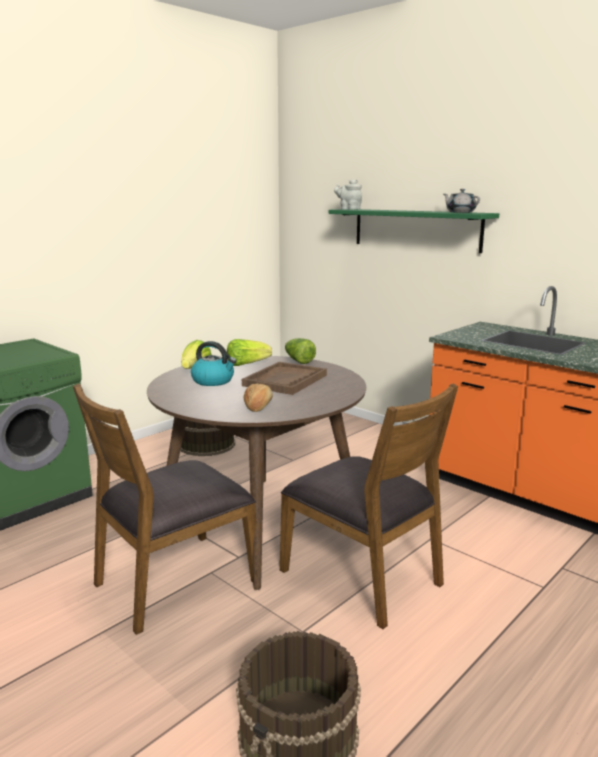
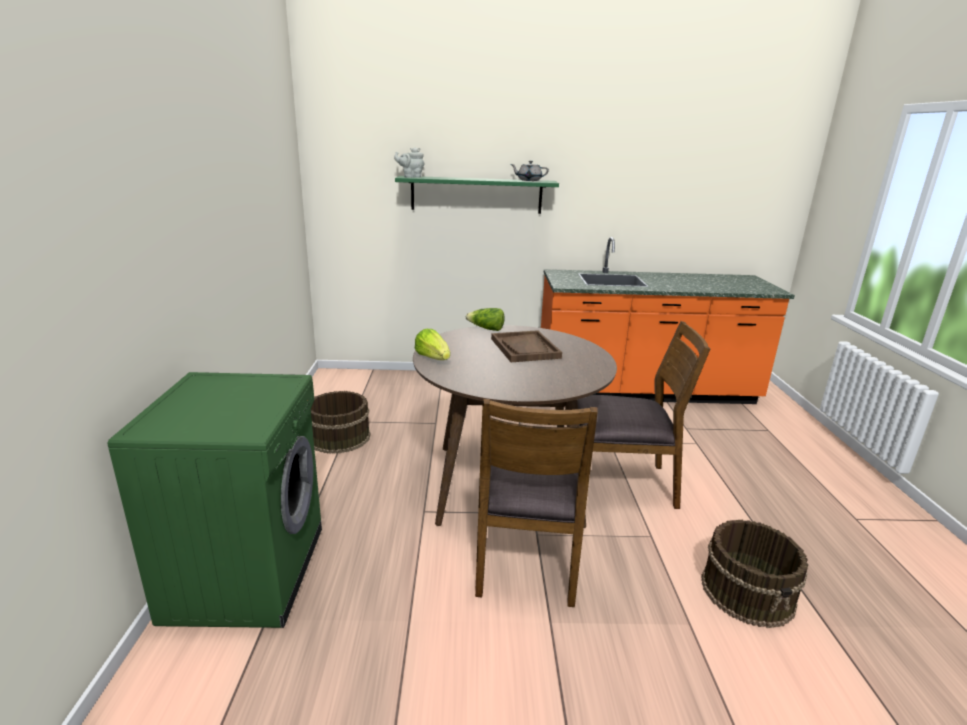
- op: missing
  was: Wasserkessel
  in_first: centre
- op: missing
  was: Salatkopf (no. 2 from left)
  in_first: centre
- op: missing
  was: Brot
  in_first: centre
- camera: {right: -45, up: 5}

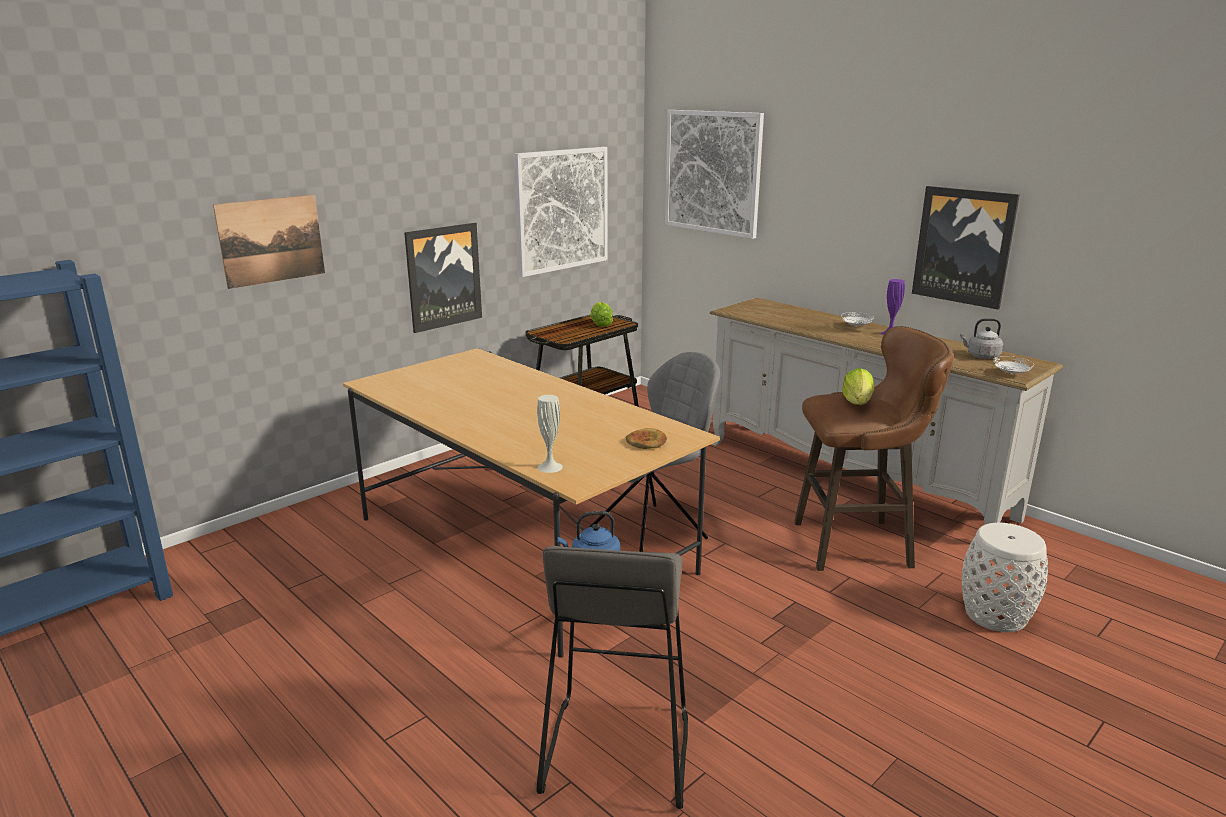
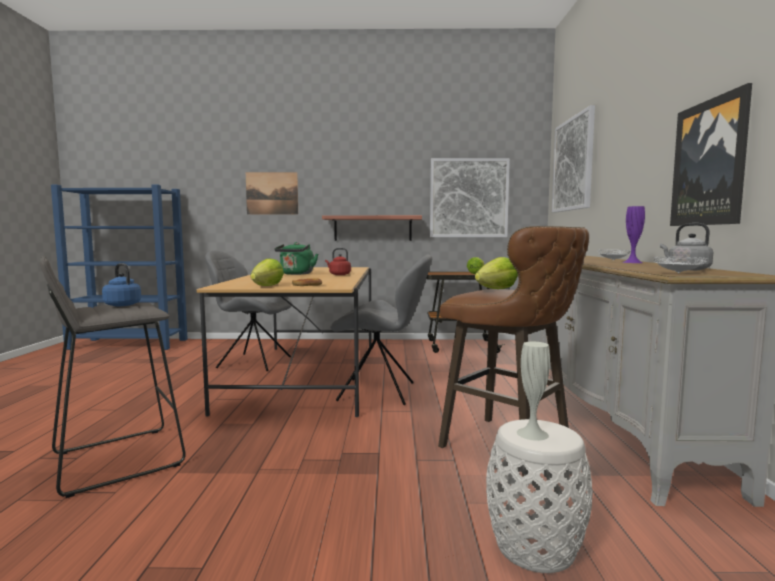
- op: appeared
  now: Stuhl [grau] (no. 1 from left)
  in_second: middle left
- op: appeared
  now: Salatkopf (no. 1 from left)
  in_second: centre
- op: appeared
  now: Wasserkessel [grün]
  in_second: centre
- op: exchanged
  was: Bild (no. 2 from left)
  now: Wandregal
  in_first: centre
  in_second: centre
- op: appeared
  now: Wasserkessel [rot]
  in_second: centre
- op: relocated
  was: Vase [weiß]
  in_first: centre
  in_second: bottom right
- camera: {right: 45, up: -15}

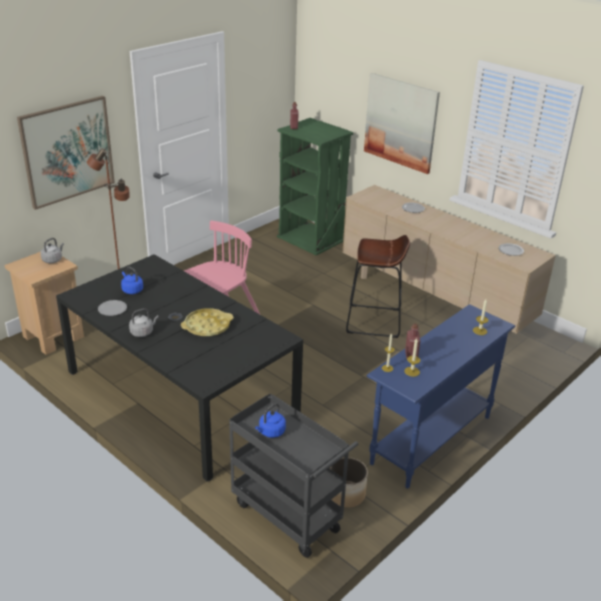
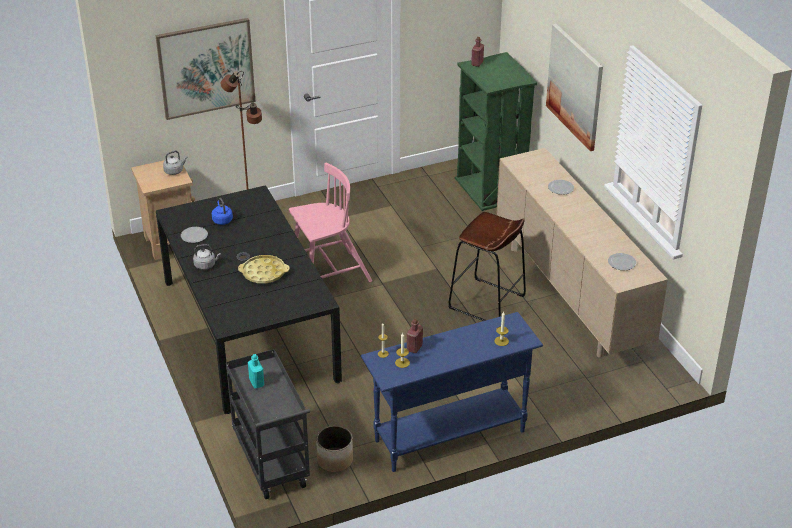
- op: exchanged
  was: Wasserkessel [blau] (no. 2 from left)
  now: Flasche [türkis]
  in_first: bottom centre
  in_second: bottom left
- camera: {right: 25, up: 5}

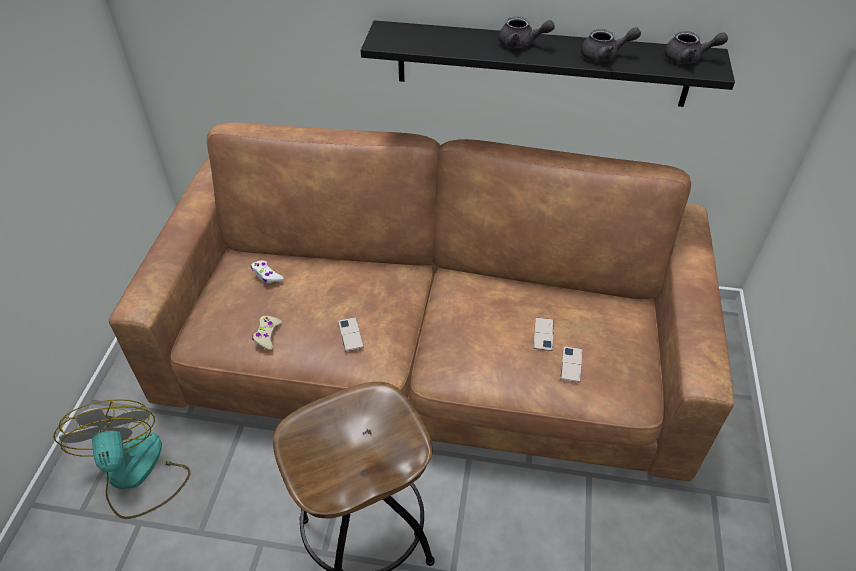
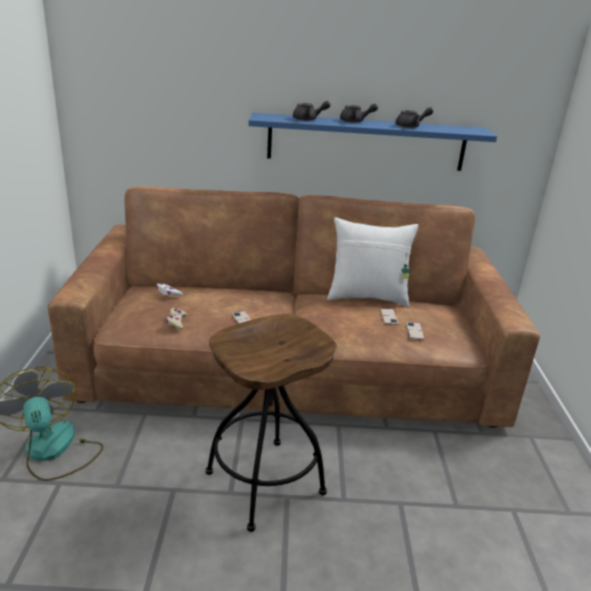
- op: colour
  was: Wandregal [schwarz]
  now: Wandregal [blau]
  in_first: top centre
  in_second: top centre
- op: relocated
  was: Teekanne [grau] (no. 3 from left in the first image)
  now: Teekanne [grau] (no. 1 from left)
  in_first: top right
  in_second: top centre
- op: appeared
  now: Kissen [weiß]
  in_second: centre
- camera: {right: -10, up: -20}

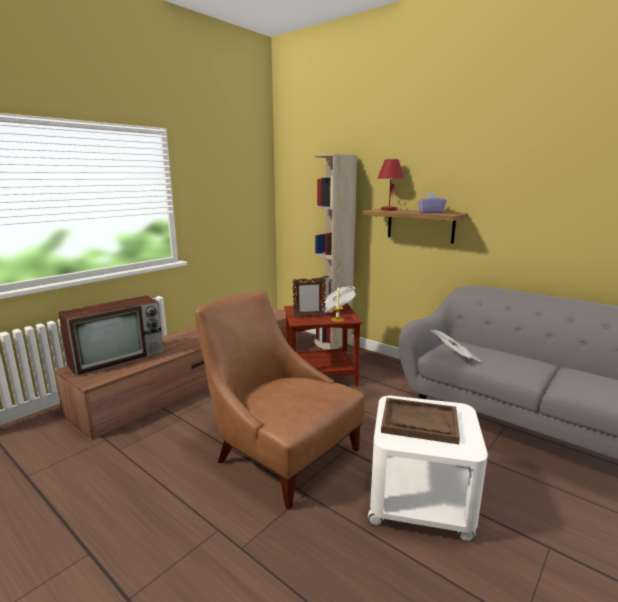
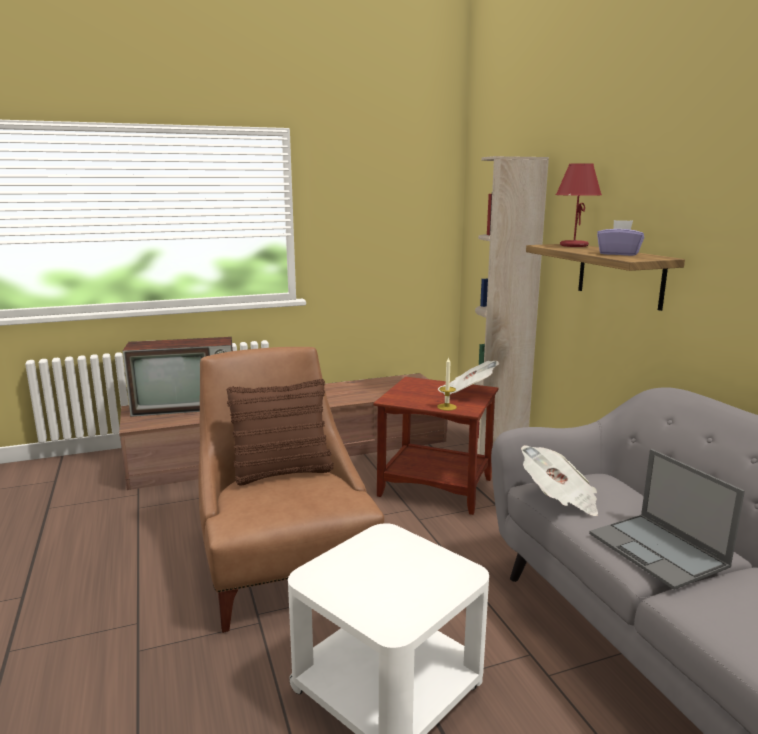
- op: appeared
  now: Kissen [braun]
  in_second: centre
- op: appeared
  now: Laptop
  in_second: bottom right
- op: missing
  was: Bilderrahmen
  in_first: centre
- op: missing
  was: Tablett [braun]
  in_first: bottom right
- camera: {right: 30, up: 0}

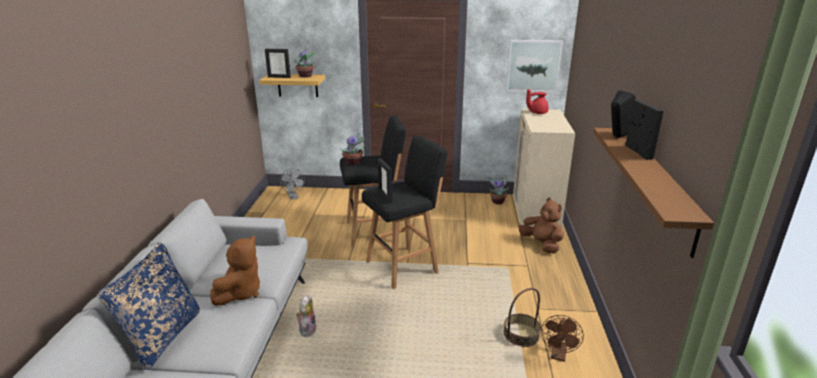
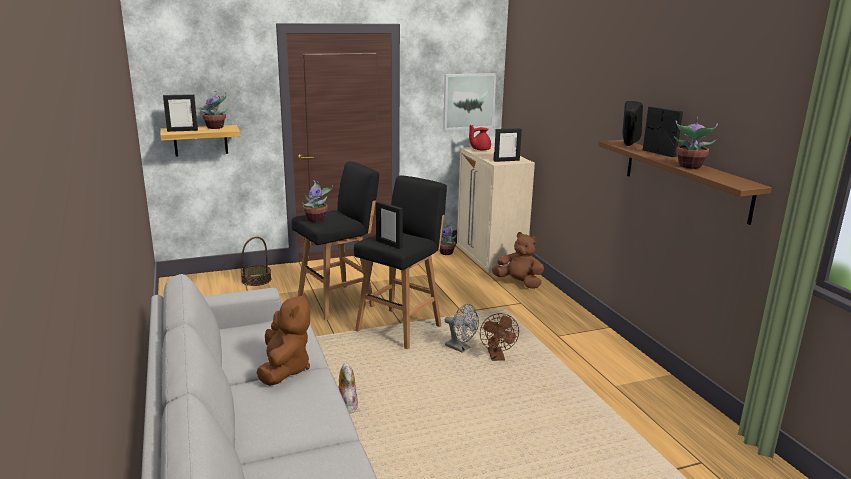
- op: relocated
  was: Korb
  in_first: bottom centre
  in_second: middle left
- op: relocated
  was: Ventilator [grau]
  in_first: centre
  in_second: bottom centre
- op: relocated
  was: Ventilator [braun]
  in_first: bottom right
  in_second: bottom centre
- op: appeared
  now: Bilderrahmen (no. 3 from left)
  in_second: top centre
- op: appeared
  now: Topfpflanze (no. 4 from left)
  in_second: top right
- op: missing
  was: Kissen [blau]
  in_first: bottom left
- camera: {right: -25, up: -5}

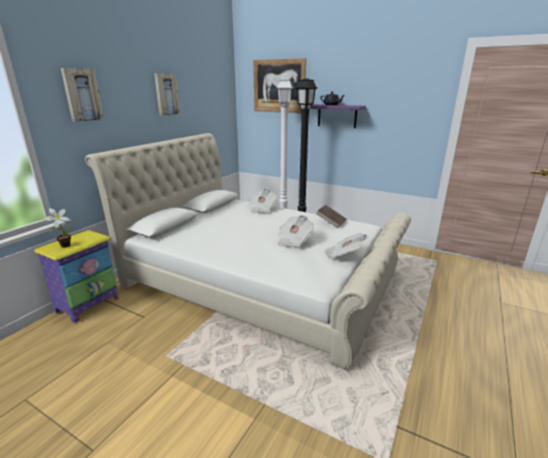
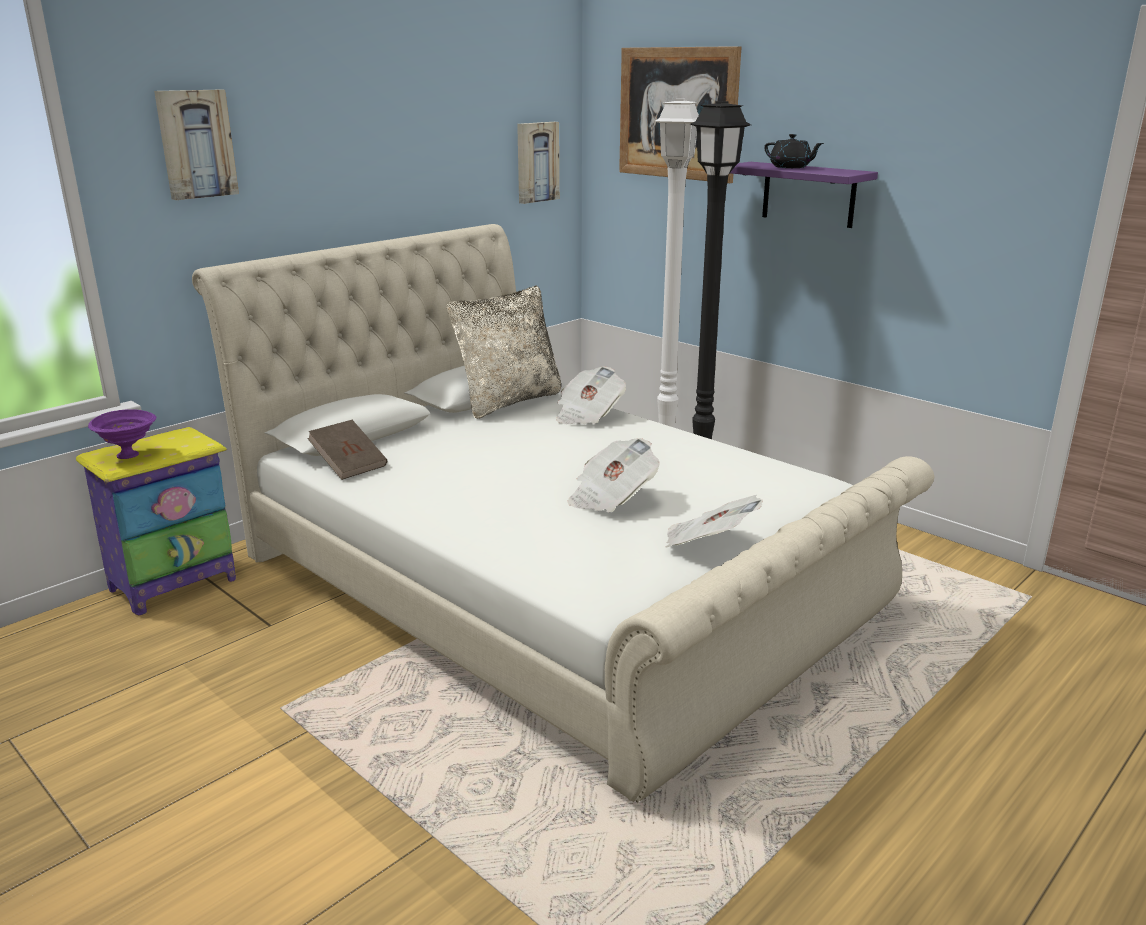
- op: exchanged
  was: Topfpflanze
  now: Schüssel [lila]
  in_first: middle left
  in_second: middle left
- op: relocated
  was: Buch [braun]
  in_first: centre
  in_second: middle left
- op: appeared
  now: Kissen [beige]
  in_second: centre
- op: relocated
  was: Bild (no. 2 from left)
  in_first: top left
  in_second: top centre
- camera: {right: 15, up: 0}

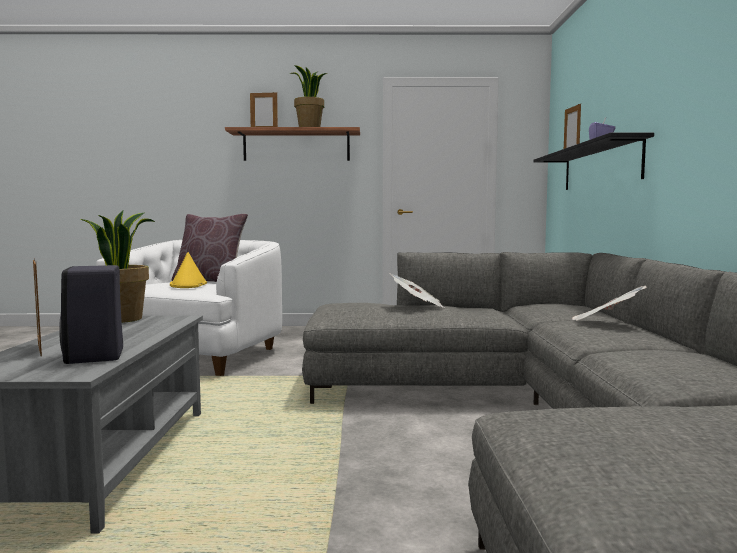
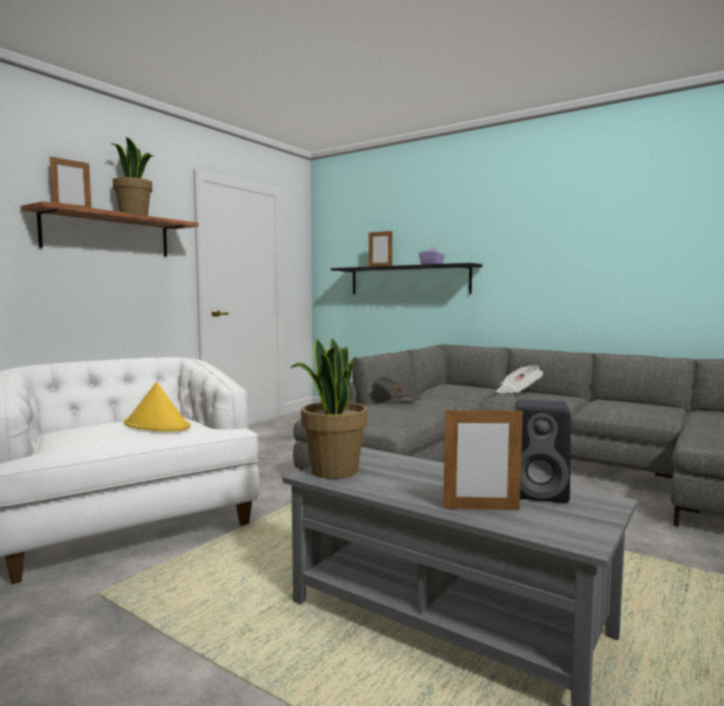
- op: missing
  was: Kissen [braun]
  in_first: middle left
- camera: {right: -55, up: 0}

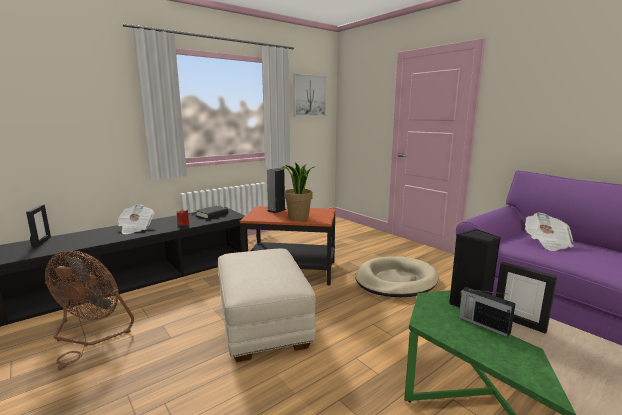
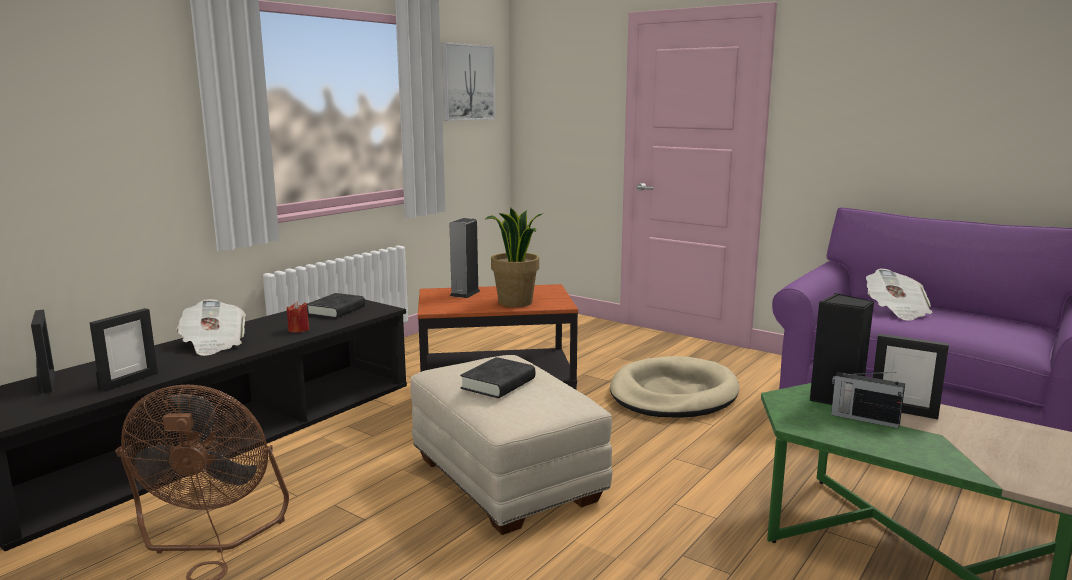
- op: appeared
  now: Bilderrahmen (no. 2 from left)
  in_second: middle left
- op: appeared
  now: Buch [schwarz] (no. 2 from left)
  in_second: centre
- camera: {right: -15, up: 0}

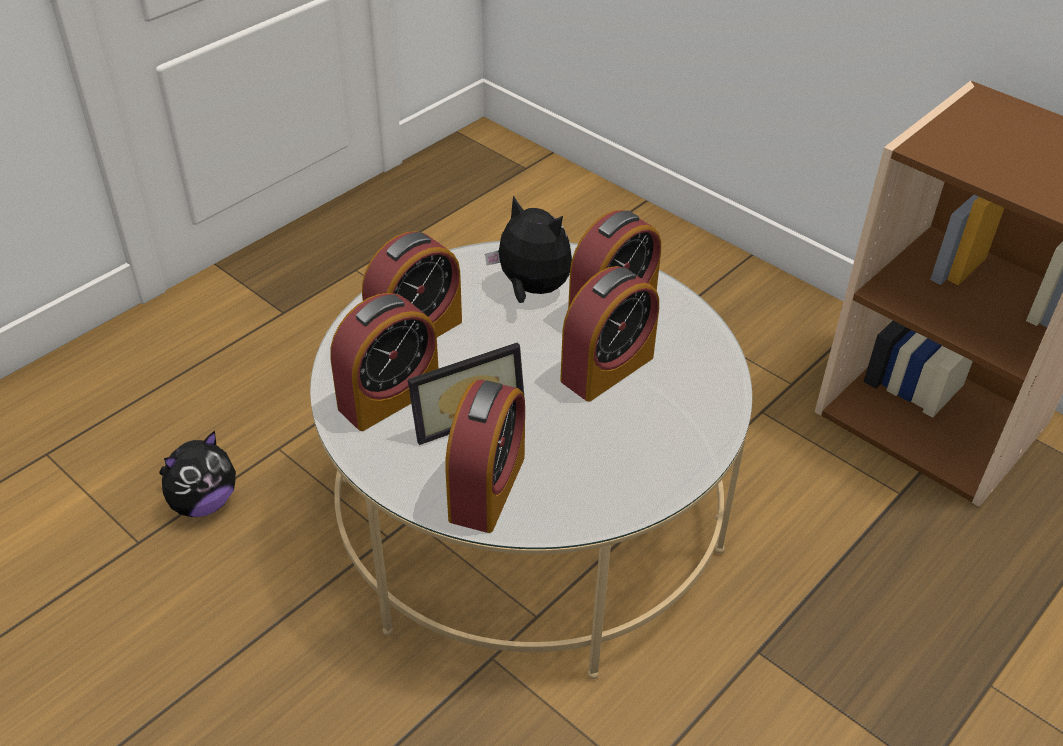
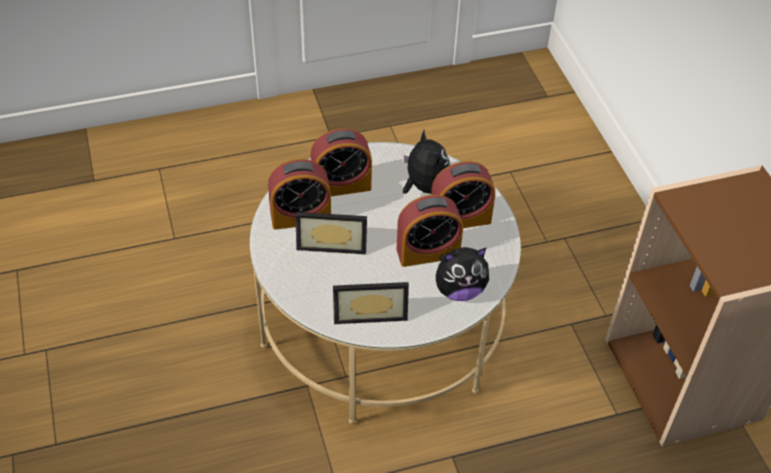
- op: appeared
  now: Bilderrahmen (no. 2 from left)
  in_second: centre
- op: relocated
  was: Plüschtier (no. 1 from left in the first image)
  now: Plüschtier (no. 2 from left)
  in_first: middle left
  in_second: centre
- op: missing
  was: Wecker (no. 3 from left)
  in_first: centre
- camera: {right: 30, up: 5}

